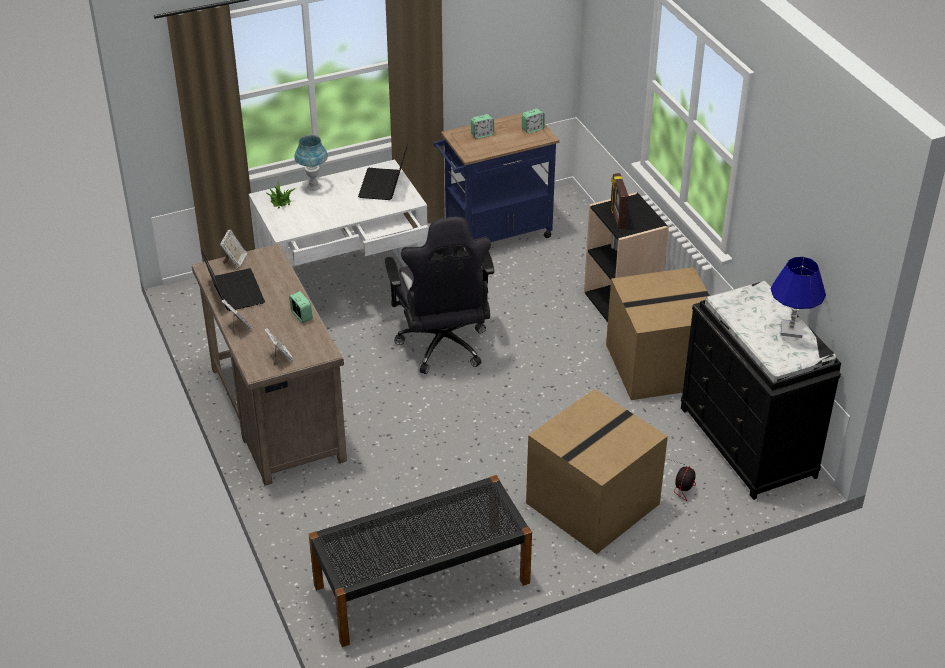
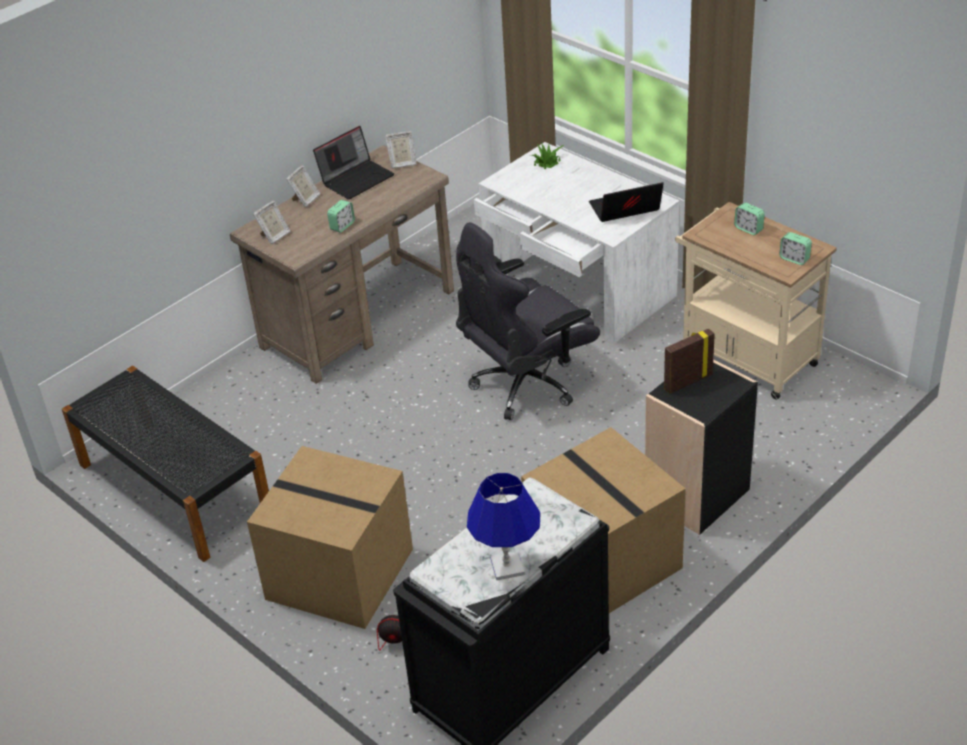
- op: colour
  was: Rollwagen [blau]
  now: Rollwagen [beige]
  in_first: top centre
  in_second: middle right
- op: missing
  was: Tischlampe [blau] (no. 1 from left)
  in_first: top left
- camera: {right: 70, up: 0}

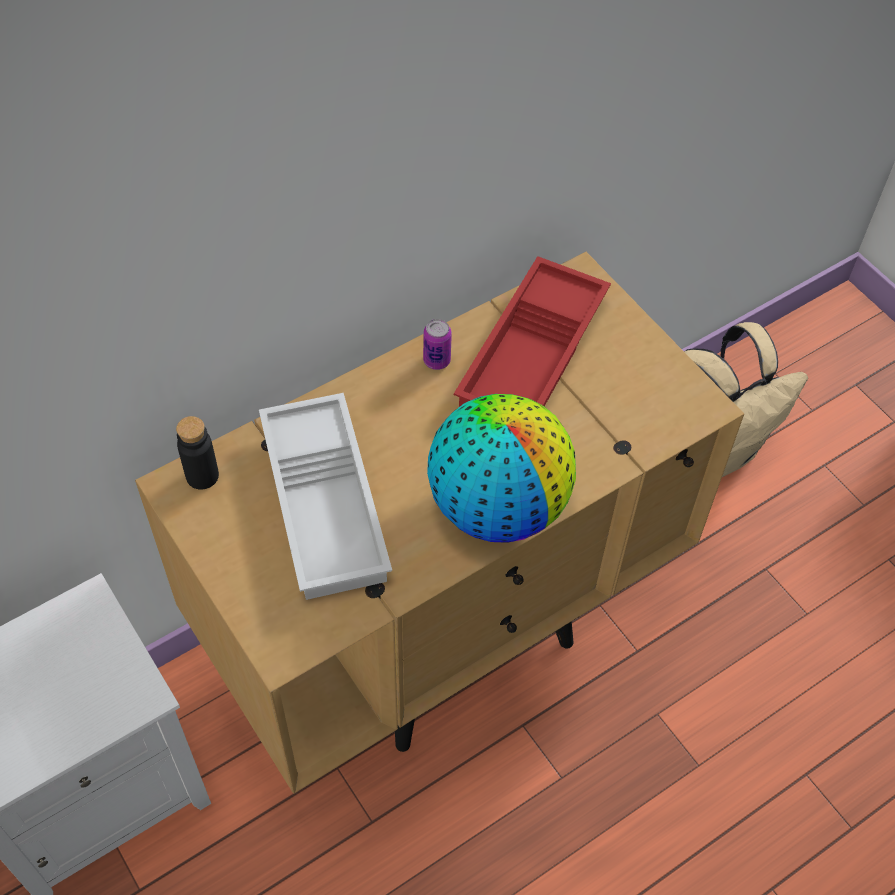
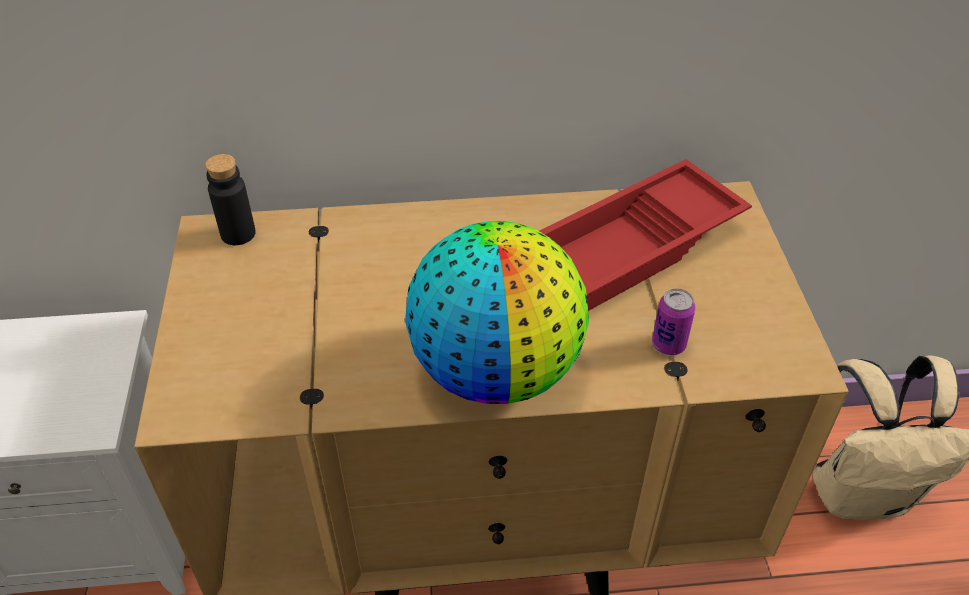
- op: relocated
  was: Dose
  in_first: centre
  in_second: middle right
- op: missing
  was: Tablett [weiß]
  in_first: centre
- camera: {right: 30, up: -10}

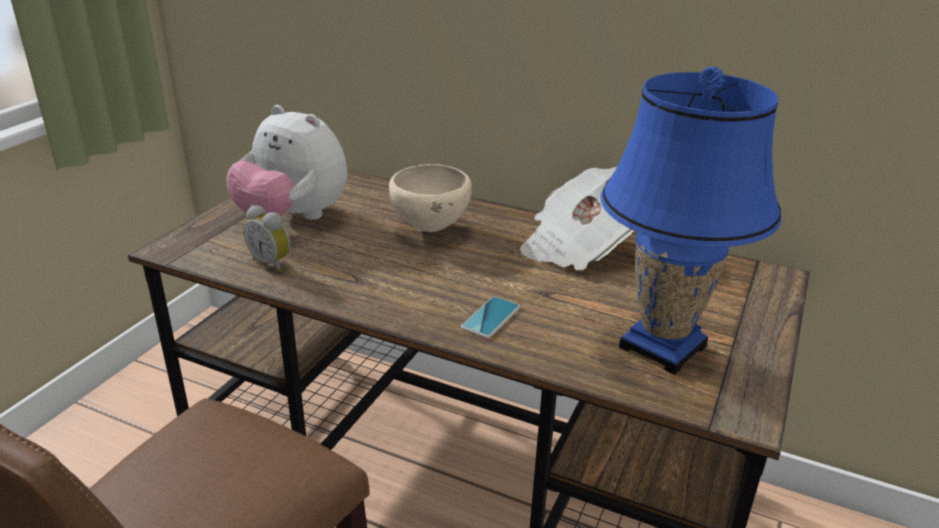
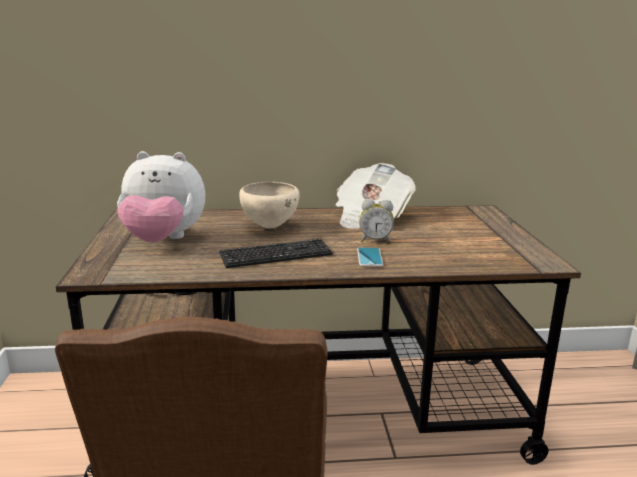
- op: appeared
  now: Tastatur
  in_second: centre
- op: relocated
  was: Wecker
  in_first: middle left
  in_second: centre
- op: missing
  was: Tischlampe [blau]
  in_first: middle right
- camera: {right: -30, up: -10}

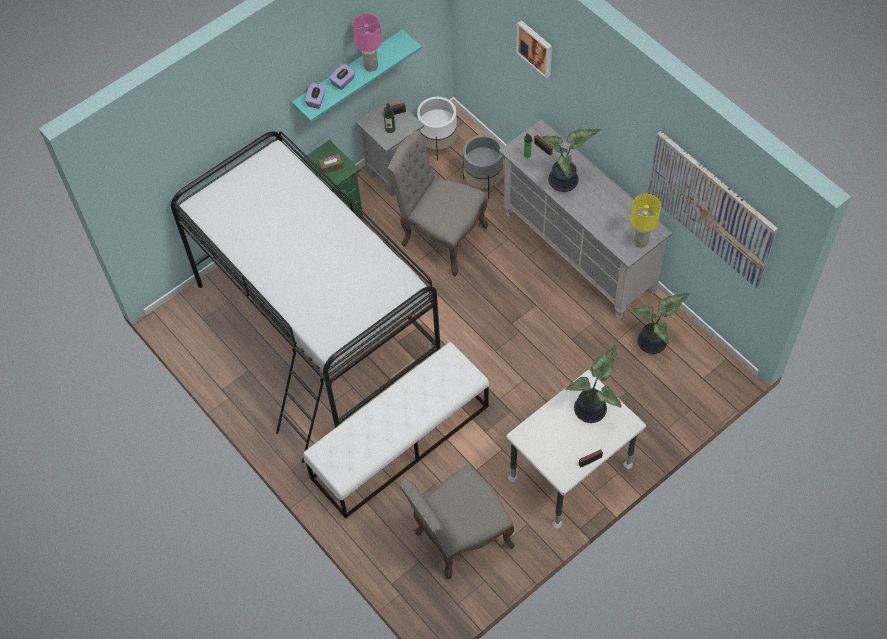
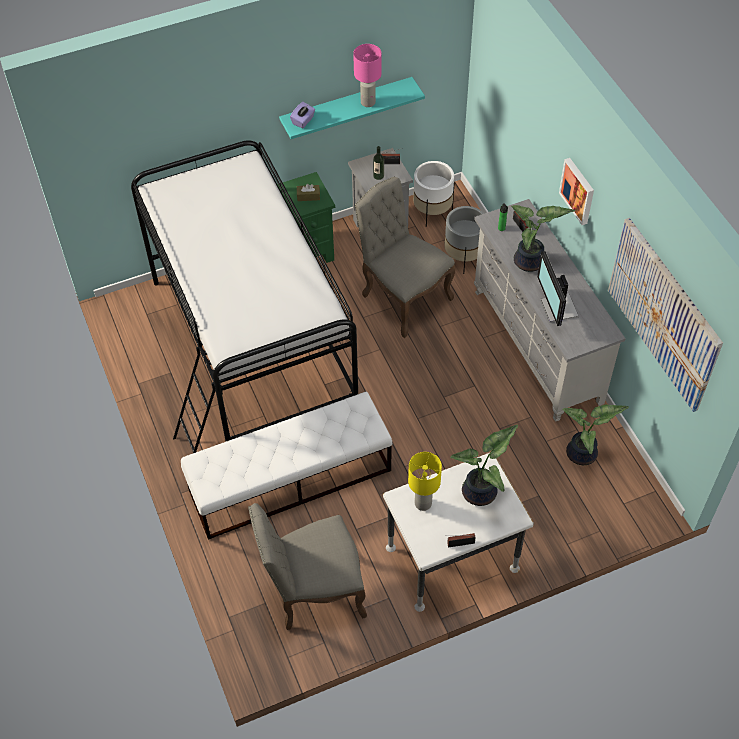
- op: relocated
  was: Tischlampe [gelb]
  in_first: middle right
  in_second: centre
- op: appeared
  now: Monitor
  in_second: middle right
- op: relocated
  was: Bild (no. 1 from left)
  in_first: top centre
  in_second: top right
- op: missing
  was: Taschentuchbox [lila] (no. 2 from left)
  in_first: top centre
- camera: {right: 15, up: -5}

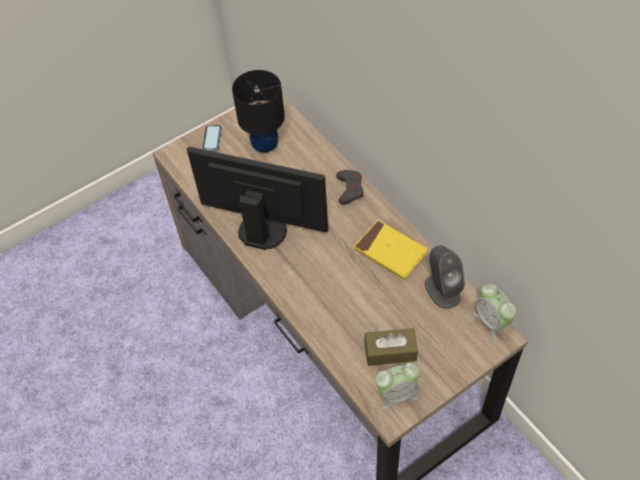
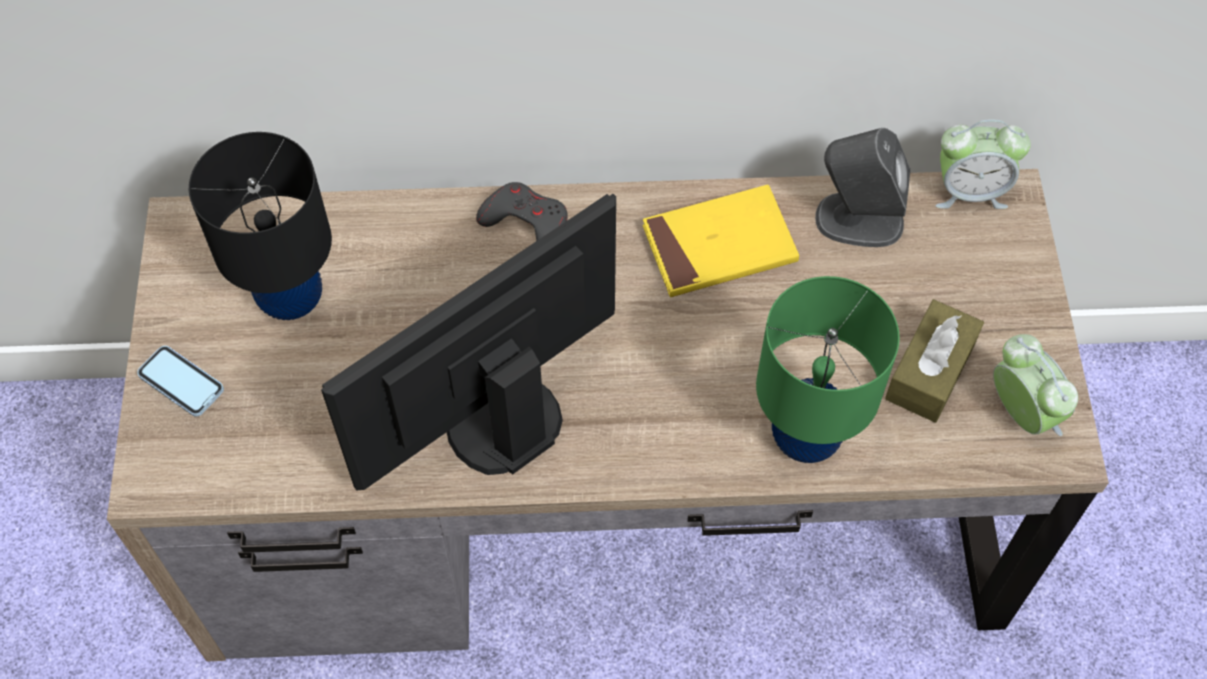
- op: appeared
  now: Tischlampe [grün]
  in_second: middle right
- op: spun
  was: Wecker (no. 1 from left in the first image)
  in_first: bottom centre
  in_second: middle right
  clockwise: -45
- camera: {right: -60, up: 5}

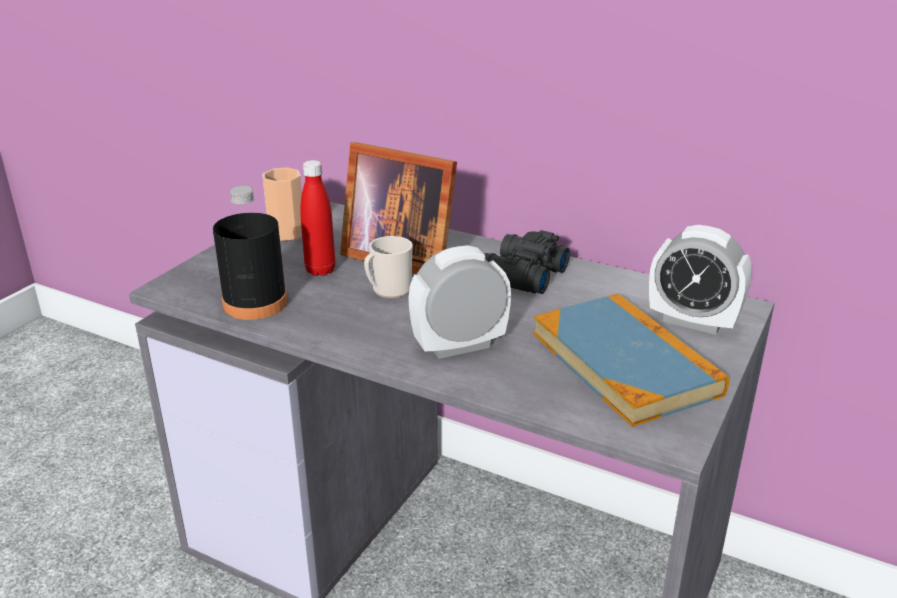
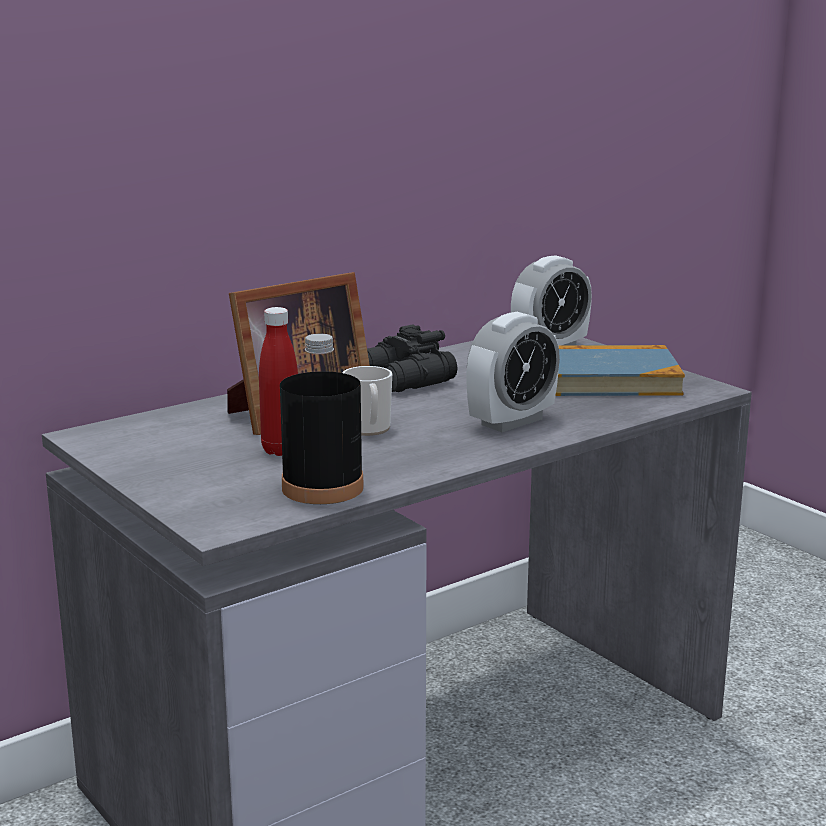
- op: spun
  was: Wecker (no. 1 from left)
  in_first: centre
  in_second: centre
  clockwise: -135
- op: missing
  was: Tasse
  in_first: middle left
- camera: {right: -65, up: -10}

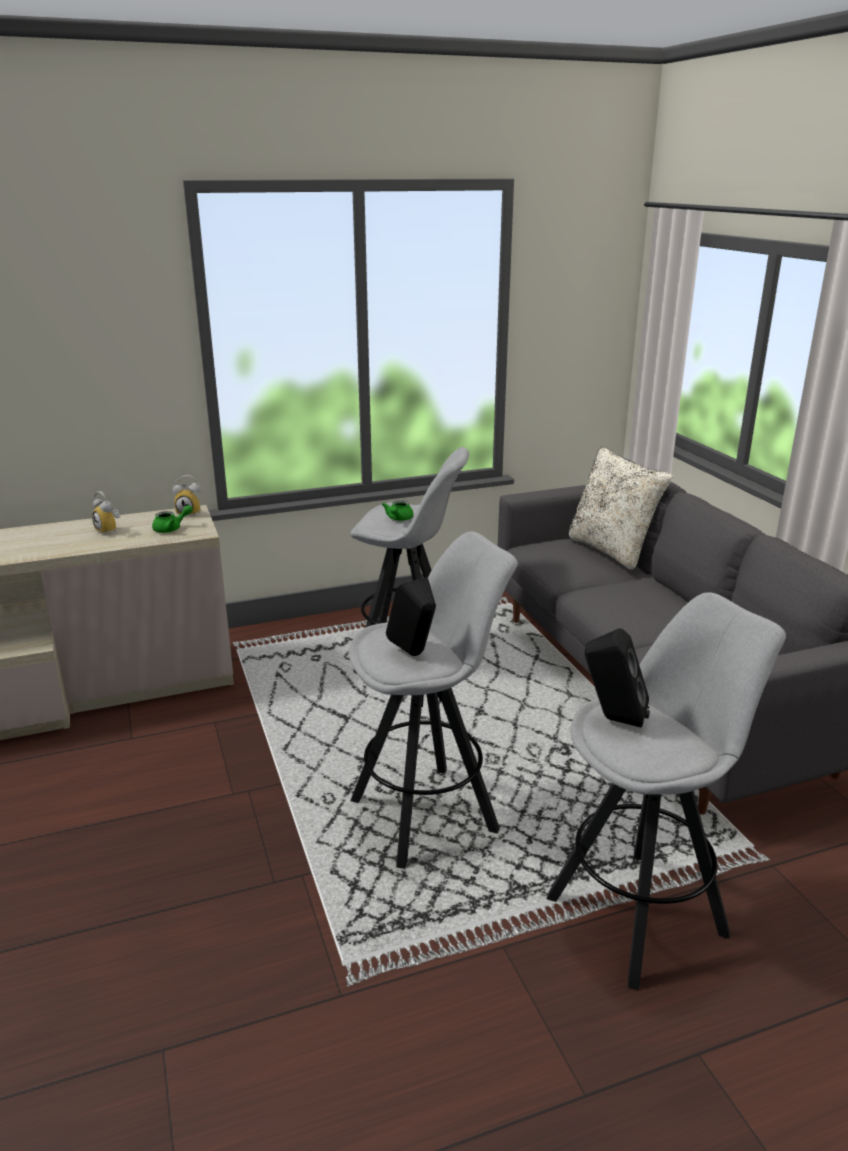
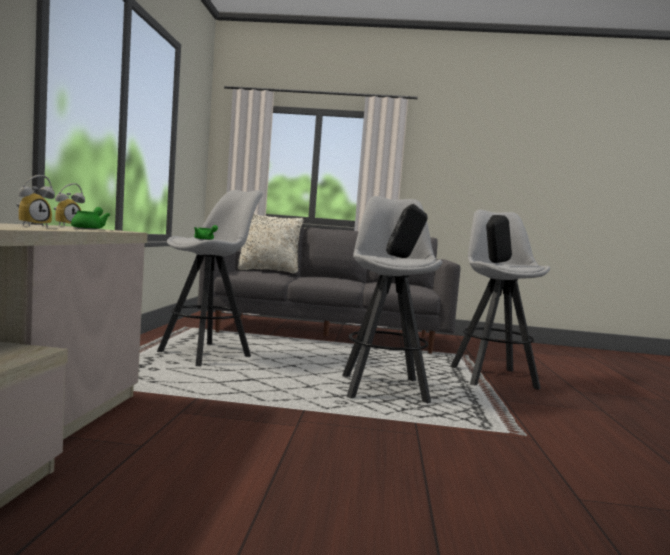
- op: spun
  was: Wecker (no. 1 from left)
  in_first: middle left
  in_second: middle left
  clockwise: -45
- camera: {right: -65, up: -20}

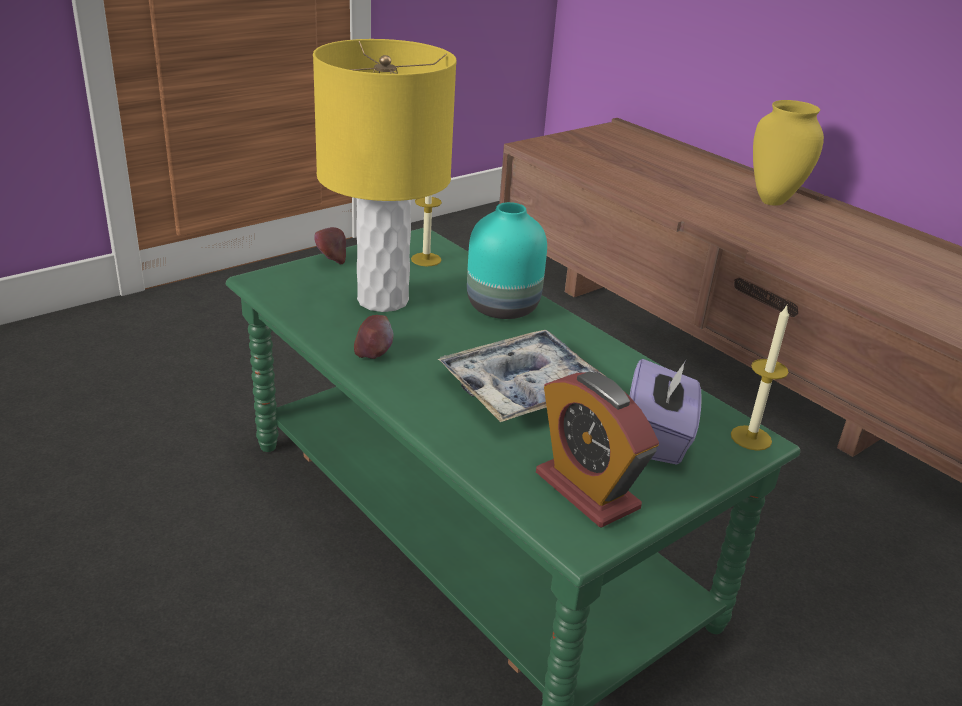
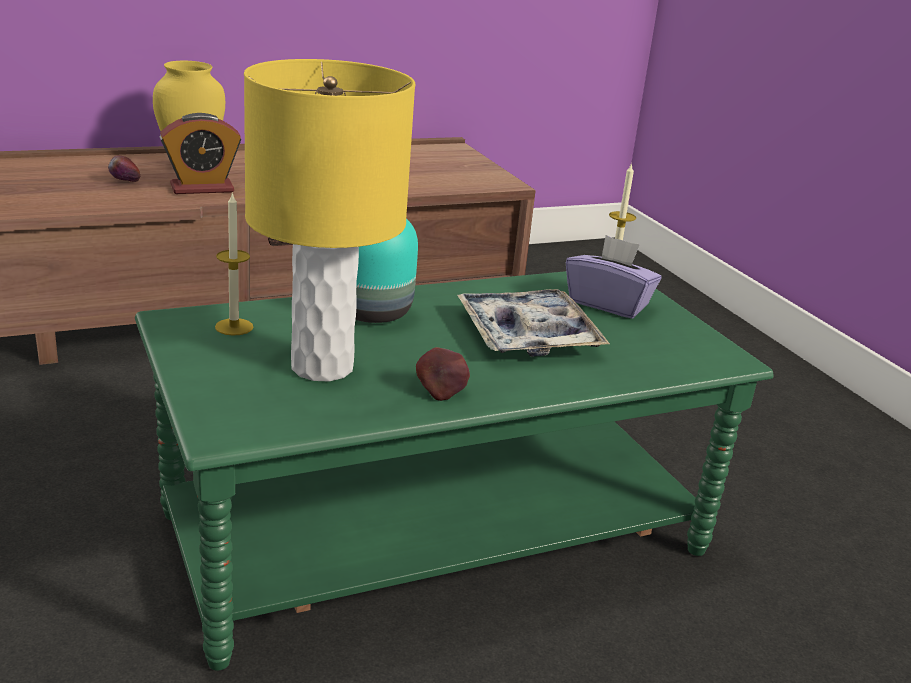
- op: relocated
  was: Apfel (no. 1 from left)
  in_first: centre
  in_second: top left
- op: relocated
  was: Wecker
  in_first: centre
  in_second: top left
- camera: {right: -75, up: -5}

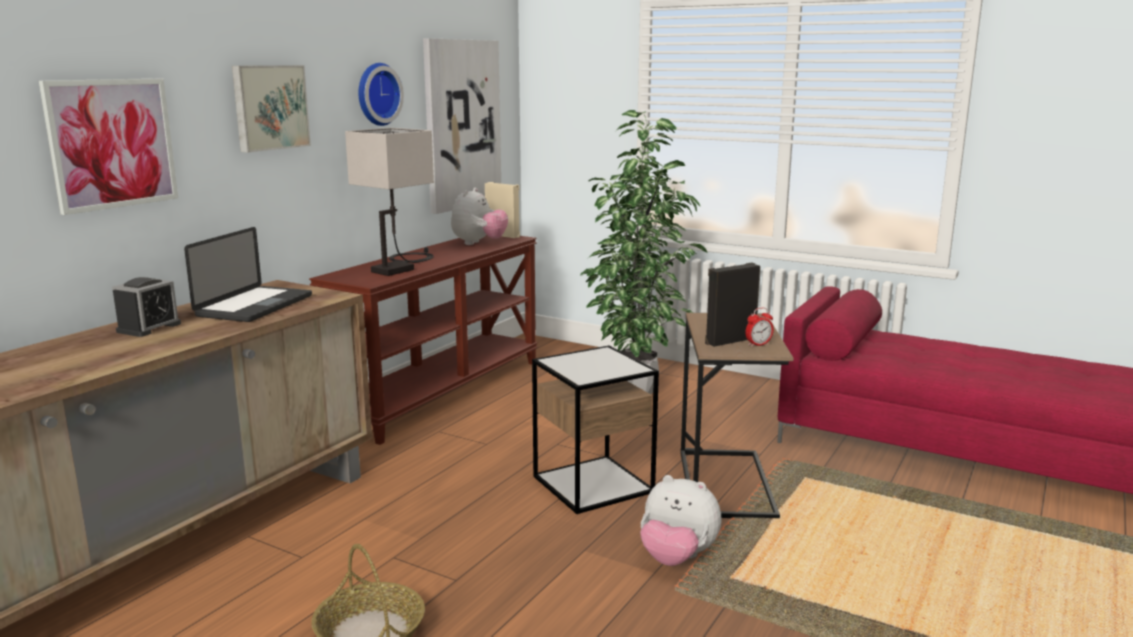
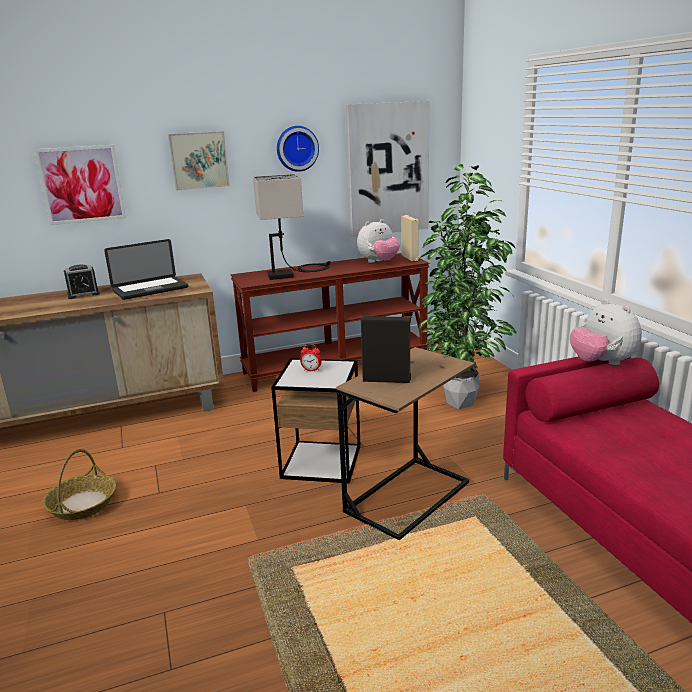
- op: relocated
  was: Wecker (no. 2 from left)
  in_first: middle right
  in_second: centre
- op: relocated
  was: Plüschtier (no. 2 from left)
  in_first: bottom centre
  in_second: middle right
- camera: {right: 40, up: 5}

